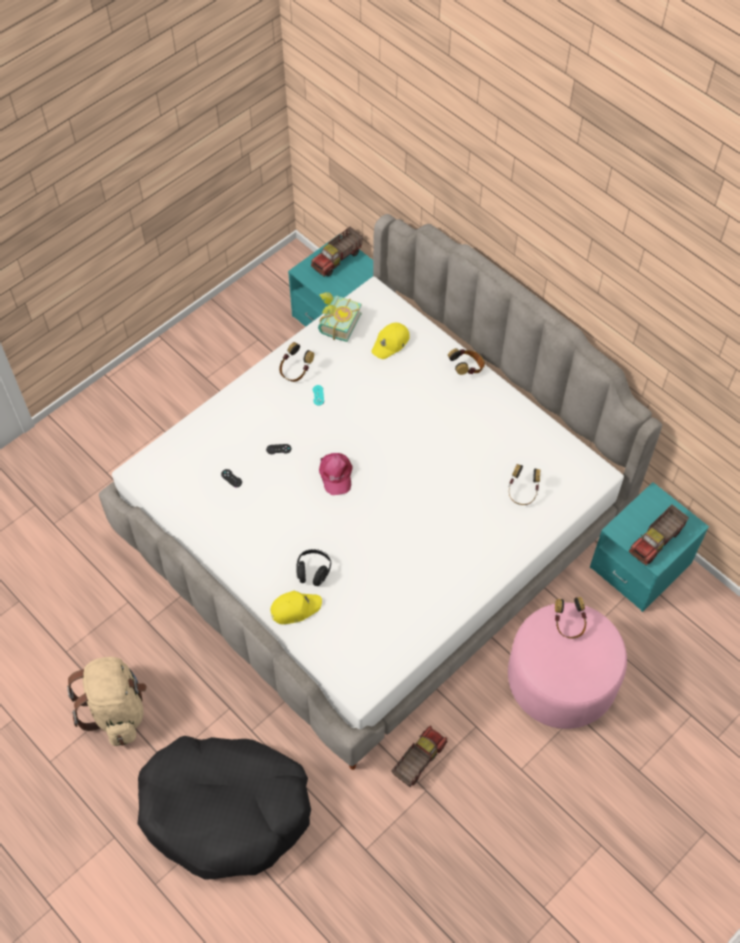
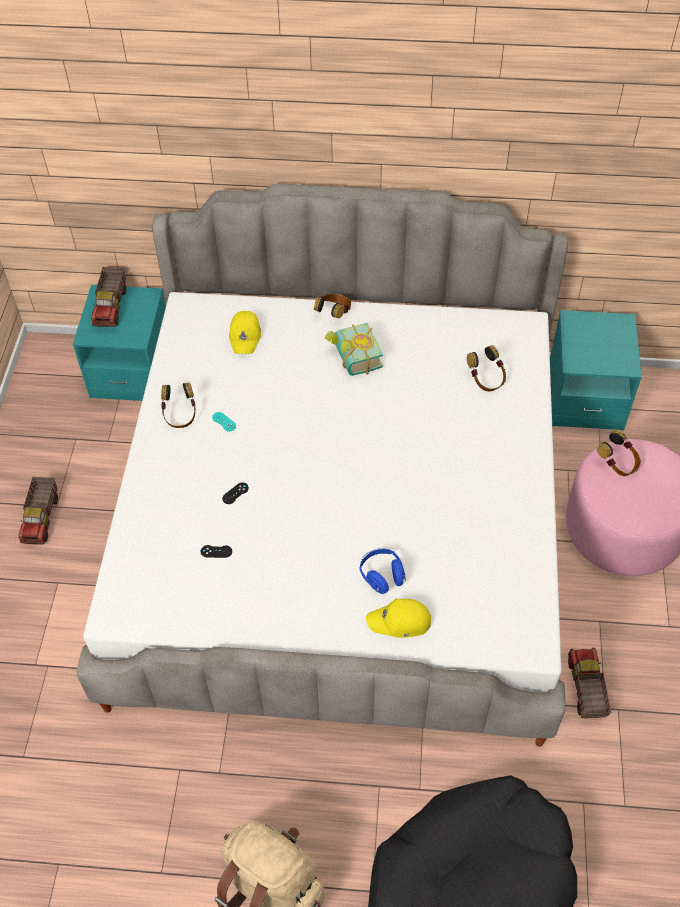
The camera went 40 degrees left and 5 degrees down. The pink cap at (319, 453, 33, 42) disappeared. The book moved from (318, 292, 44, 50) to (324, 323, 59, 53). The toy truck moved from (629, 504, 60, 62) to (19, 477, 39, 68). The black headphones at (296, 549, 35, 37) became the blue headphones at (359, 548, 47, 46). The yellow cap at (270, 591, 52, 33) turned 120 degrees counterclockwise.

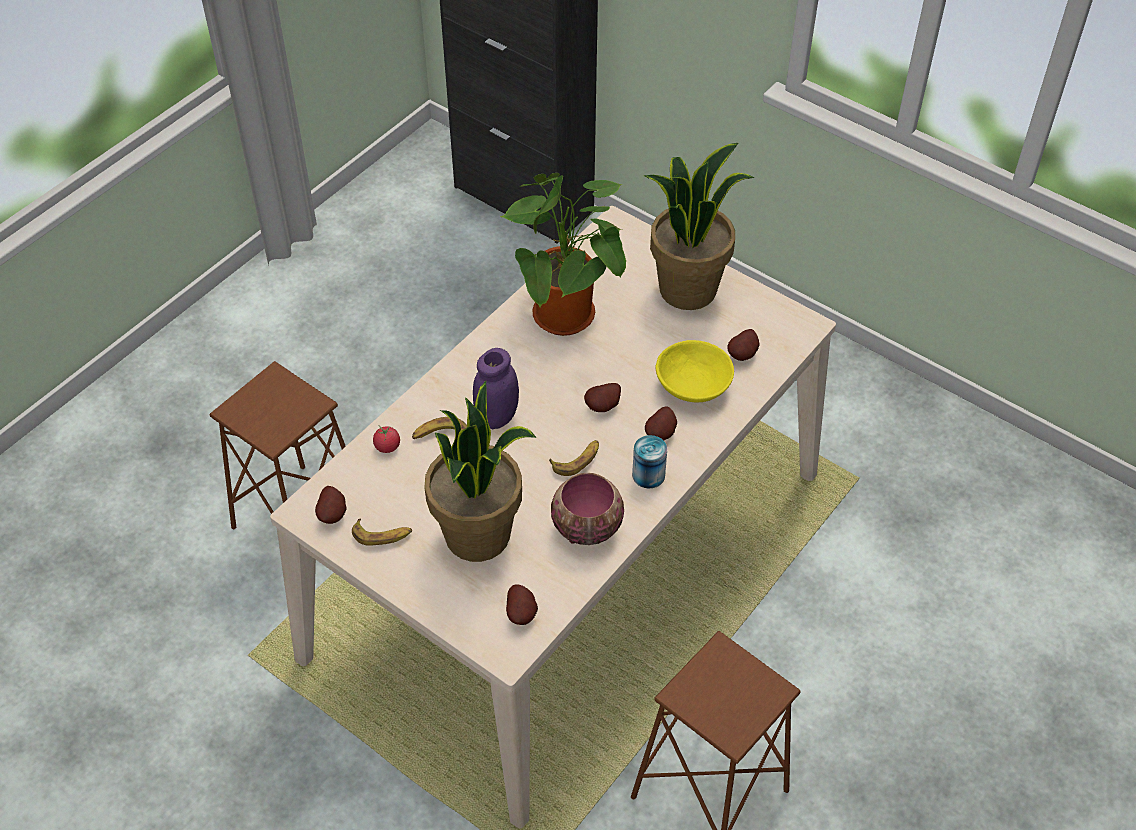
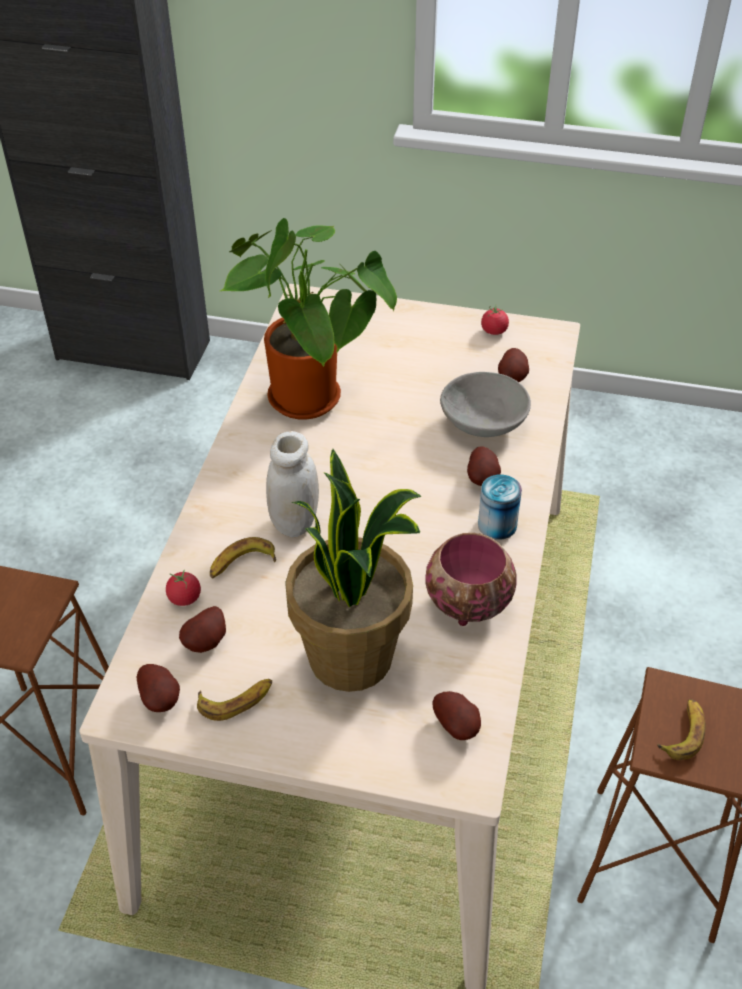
The camera went 25 degrees left and 5 degrees down. The potted plant at (644, 143, 111, 167) disappeared. The tomato at (481, 305, 28, 30) appeared. The banana moved from (549, 440, 50, 36) to (657, 699, 49, 61). The potato moved from (584, 383, 37, 29) to (179, 606, 47, 47). The purple jar at (473, 348, 46, 81) became the white jar at (266, 431, 53, 106). The yellow bowl at (655, 340, 79, 62) became the grey bowl at (440, 372, 91, 65).

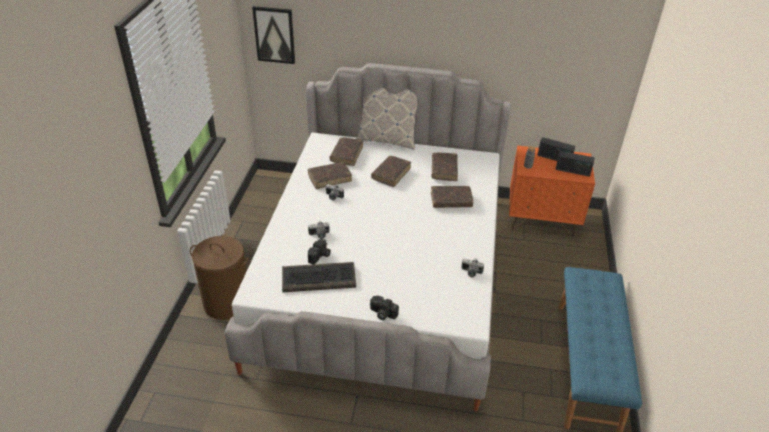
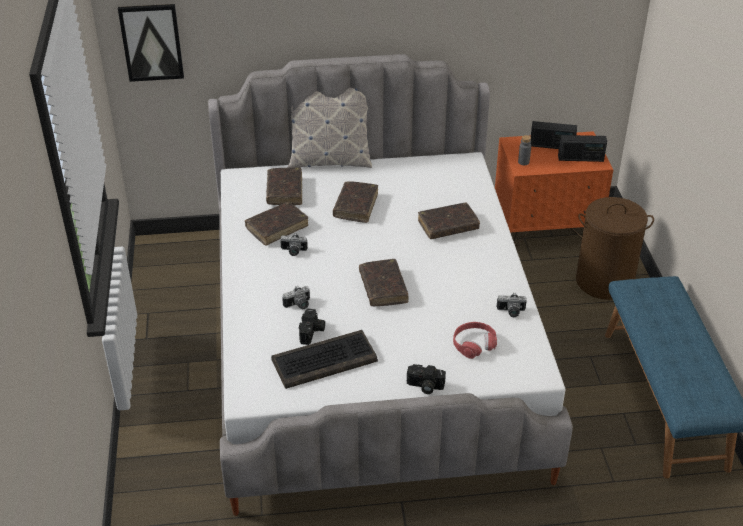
The camera went 15 degrees left and 0 degrees up. The red headphones at (453, 322, 44, 37) appeared. The brown laundry basket moved from (190, 236, 58, 84) to (576, 197, 78, 103). The brown book moved from (431, 152, 27, 29) to (359, 259, 50, 47).

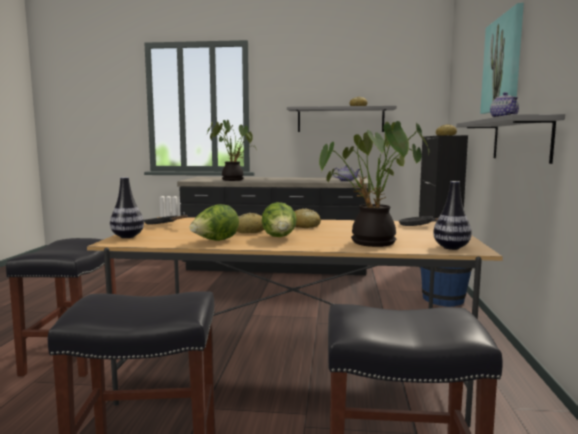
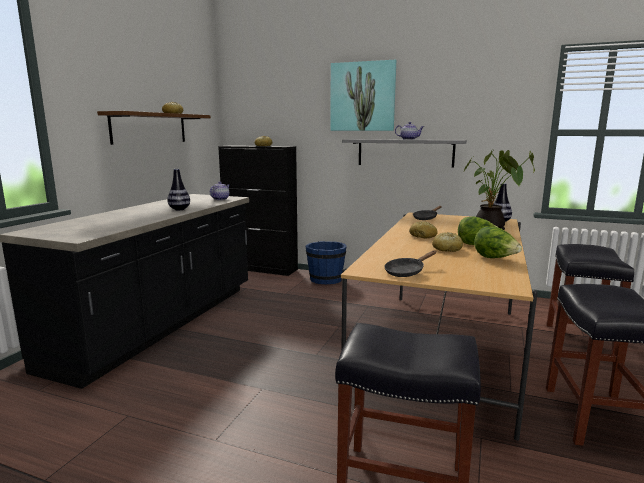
The camera went 75 degrees left and 5 degrees up. The potted plant at (207, 120, 50, 61) disappeared. The vase moved from (110, 177, 34, 61) to (167, 169, 23, 41). The grey shelf at (287, 106, 110, 26) became the brown shelf at (97, 111, 114, 34).

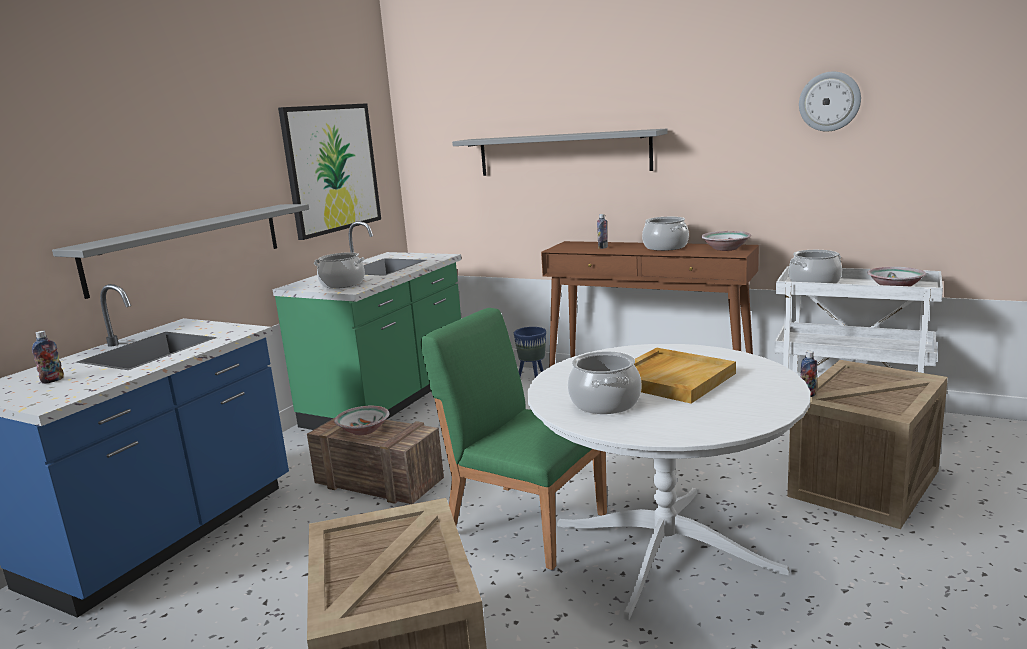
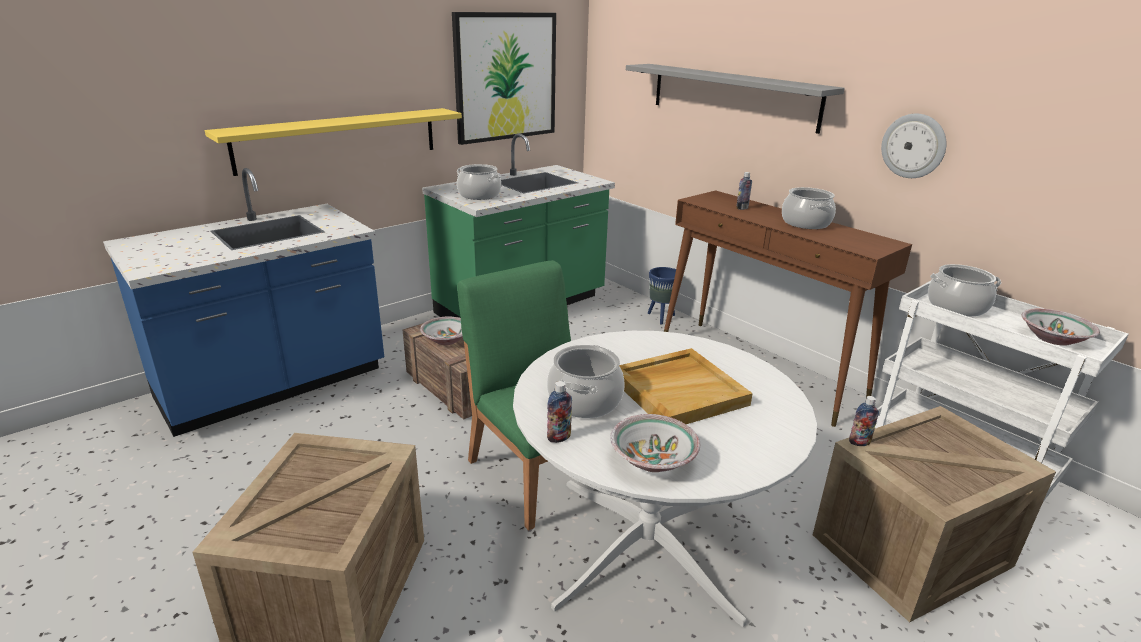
The camera went 20 degrees right and 10 degrees up. The bottle moved from (32, 331, 32, 53) to (547, 381, 25, 62). The bowl moved from (701, 231, 50, 20) to (610, 414, 90, 58). The wall clock moved from (799, 72, 62, 60) to (881, 114, 65, 64). The grey shelf at (52, 204, 257, 95) became the yellow shelf at (205, 108, 257, 68).

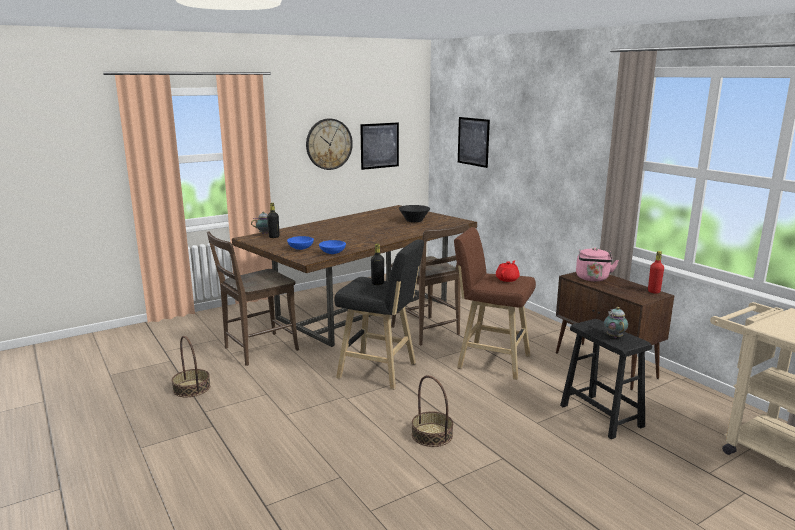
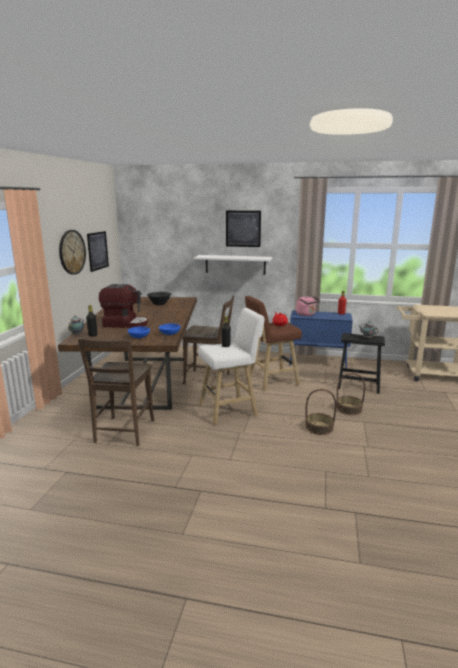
The camera went 45 degrees left and 0 degrees up. The coffee machine at (99, 284, 49, 44) appeared. The white shelf at (194, 255, 79, 20) appeared. The basket moved from (172, 336, 39, 61) to (336, 373, 29, 42). The picture moved from (458, 117, 32, 51) to (226, 211, 35, 36). The black stool at (334, 239, 90, 151) became the white stool at (198, 308, 67, 117). The brown cabinet at (556, 272, 118, 118) became the blue cabinet at (289, 310, 64, 58).

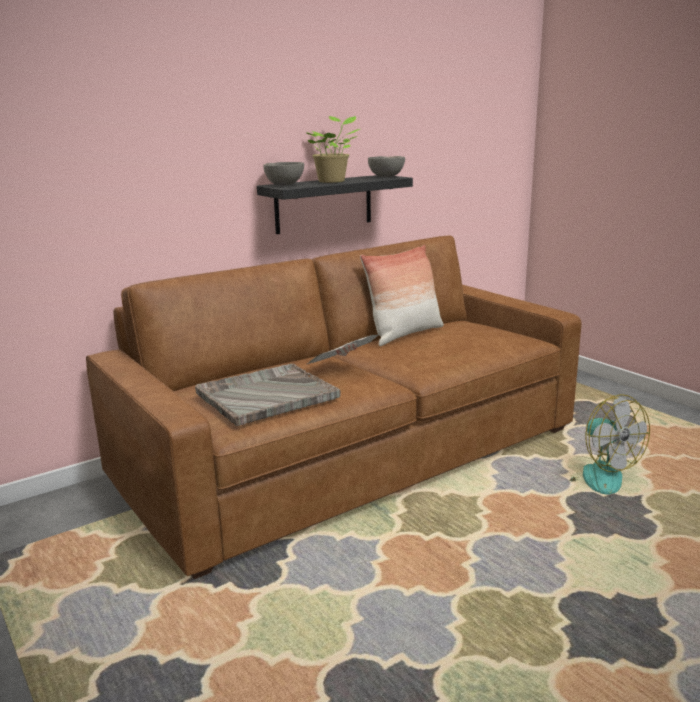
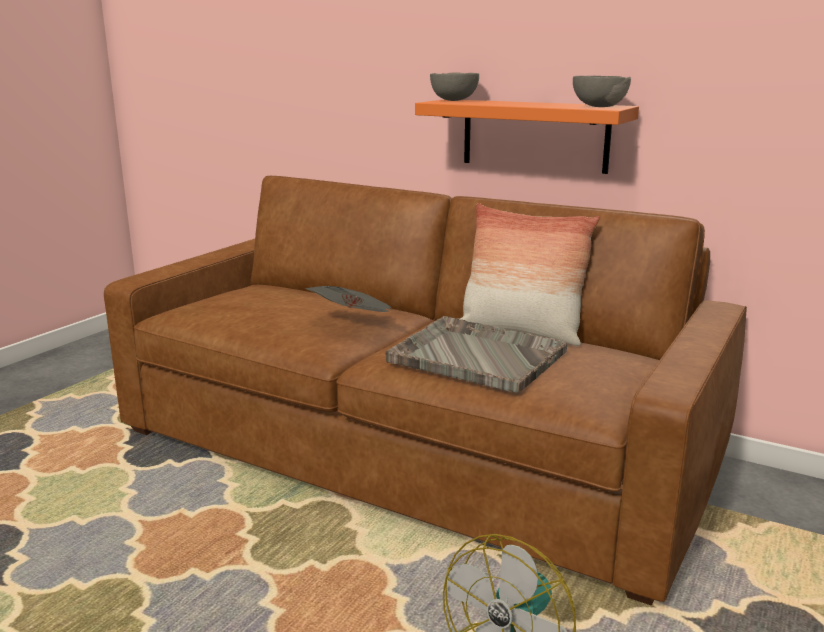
The camera went 65 degrees right and 0 degrees up. The potted plant at (307, 116, 53, 67) disappeared. The grey tray moved from (195, 364, 145, 62) to (385, 316, 183, 77). The black shelf at (257, 175, 156, 59) became the orange shelf at (415, 100, 224, 74).

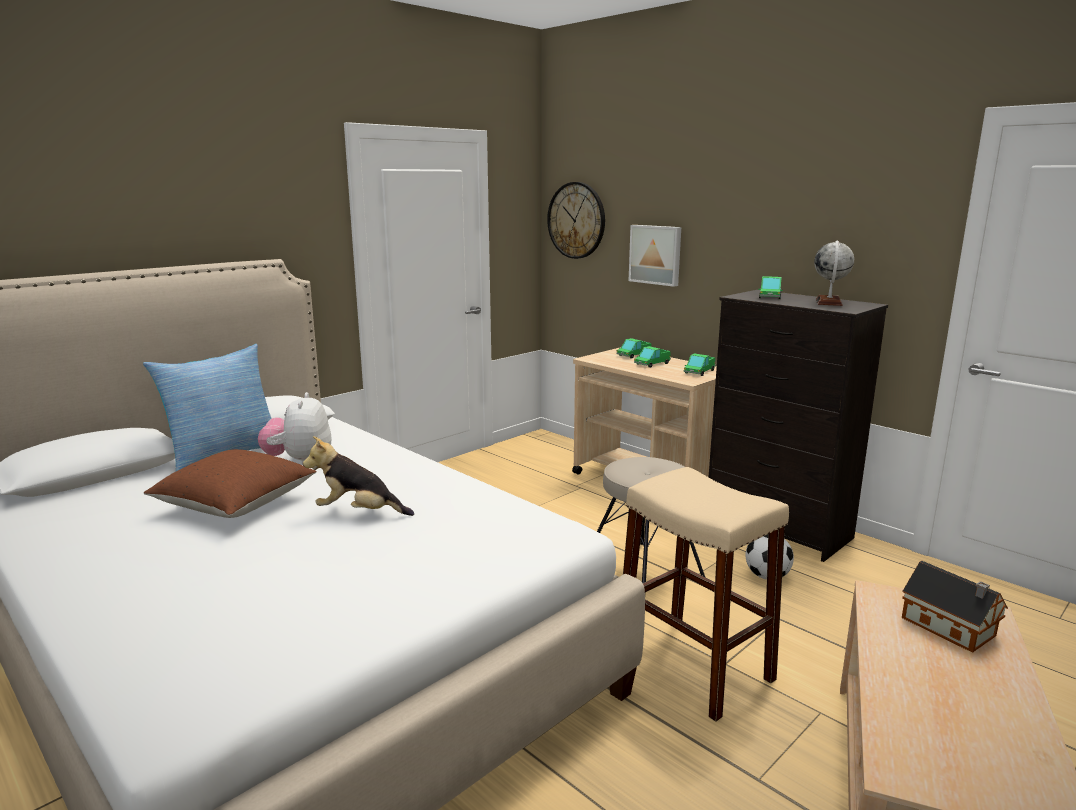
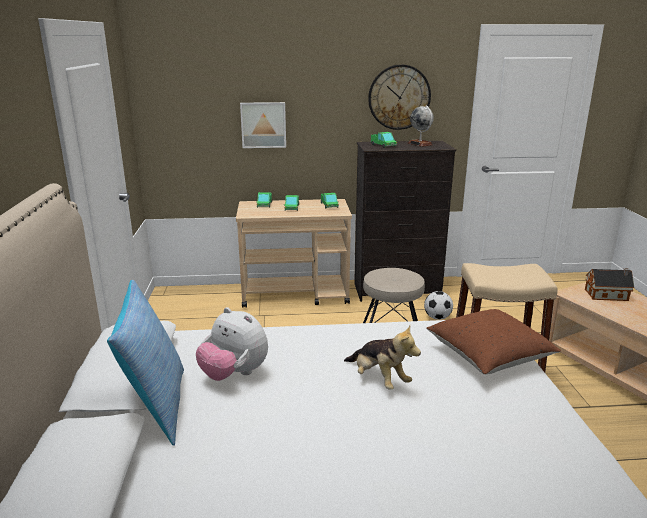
The camera went 50 degrees left and 5 degrees up. The brown pillow moved from (144, 449, 173, 69) to (426, 309, 135, 66). The wall clock moved from (547, 182, 58, 77) to (368, 64, 63, 66). The plush toy at (303, 436, 111, 80) turned 90 degrees counterclockwise.

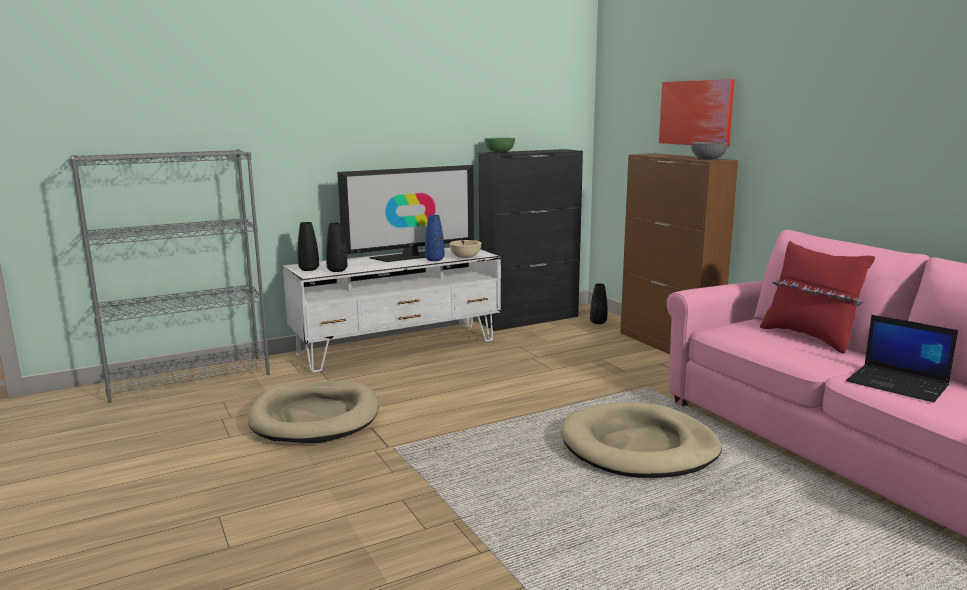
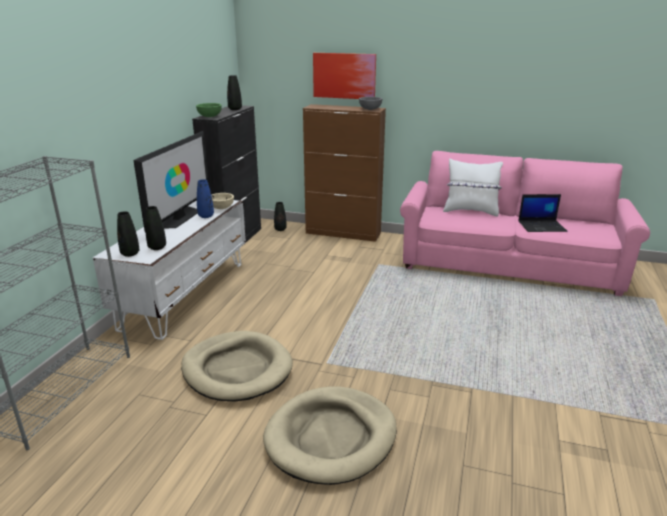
The camera went 45 degrees left and 10 degrees up. The black vase at (227, 75, 15, 35) appeared. The beige dog bed moved from (561, 402, 161, 76) to (263, 386, 134, 99). The red pillow at (760, 241, 115, 113) became the white pillow at (443, 159, 60, 58).

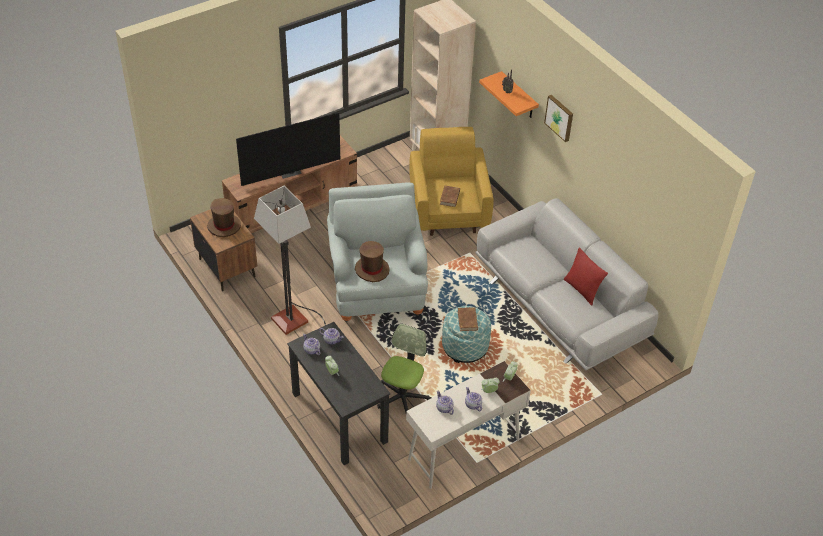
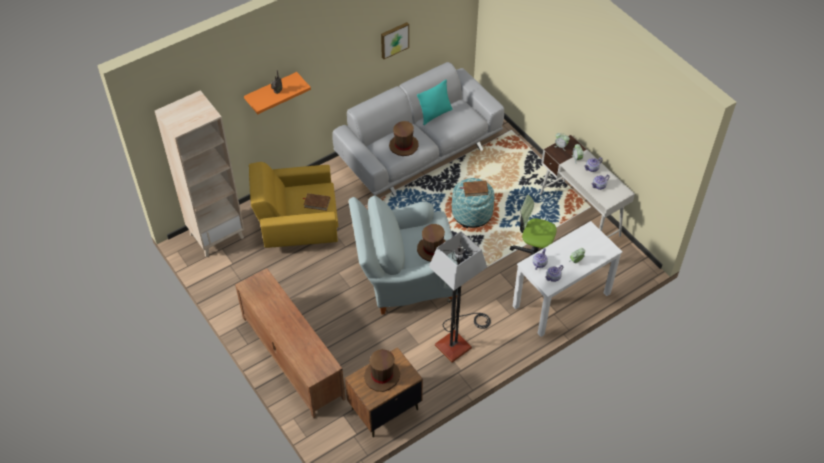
The camera went 90 degrees left and 5 degrees up. The television at (236, 112, 104, 74) disappeared. The brown hat at (389, 121, 30, 35) appeared. The picture moved from (544, 95, 29, 47) to (381, 22, 28, 37). The black desk at (287, 322, 103, 143) became the white desk at (513, 221, 109, 116). The red pillow at (564, 247, 44, 59) became the turquoise pillow at (417, 79, 36, 46).

